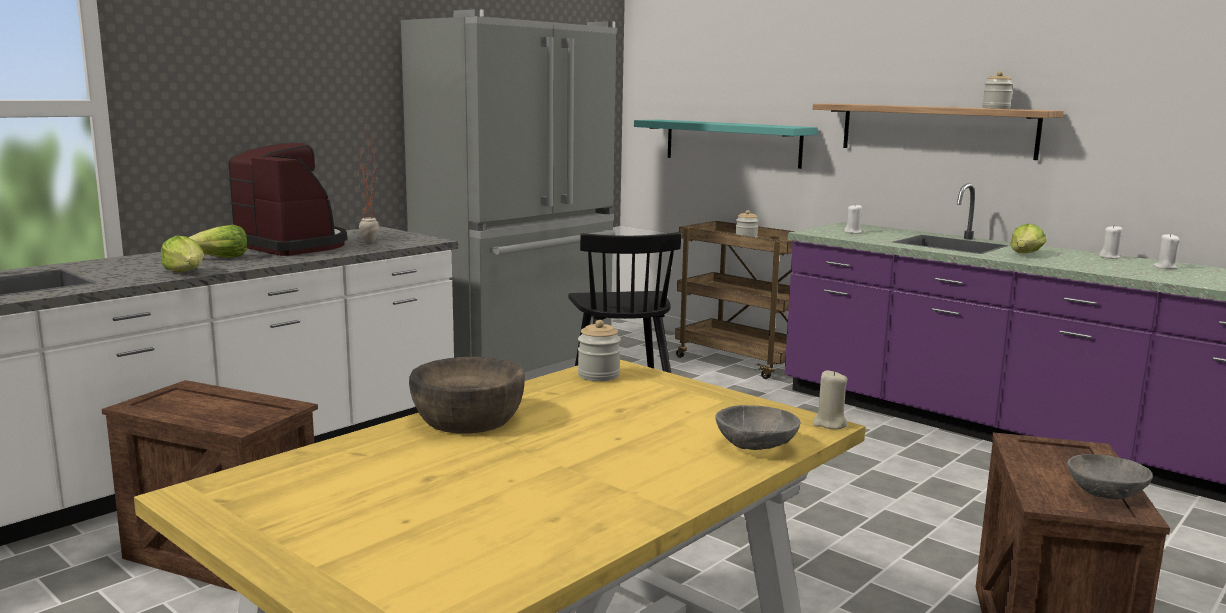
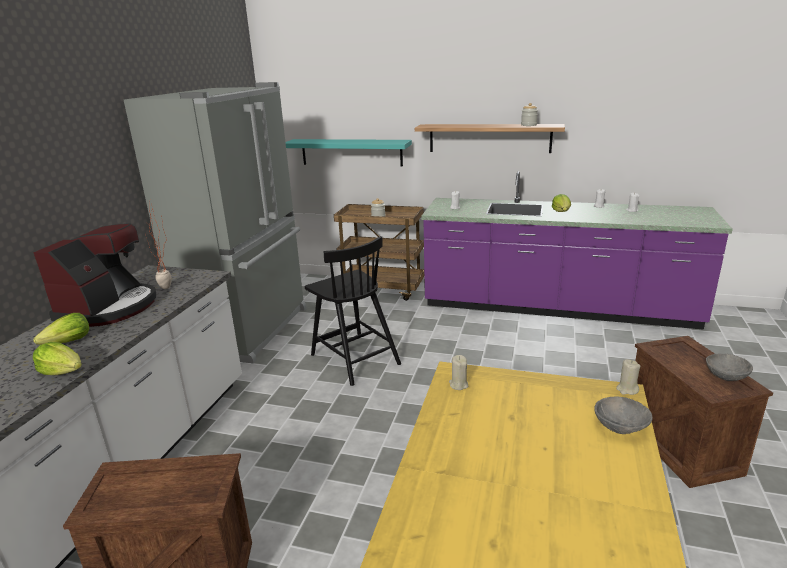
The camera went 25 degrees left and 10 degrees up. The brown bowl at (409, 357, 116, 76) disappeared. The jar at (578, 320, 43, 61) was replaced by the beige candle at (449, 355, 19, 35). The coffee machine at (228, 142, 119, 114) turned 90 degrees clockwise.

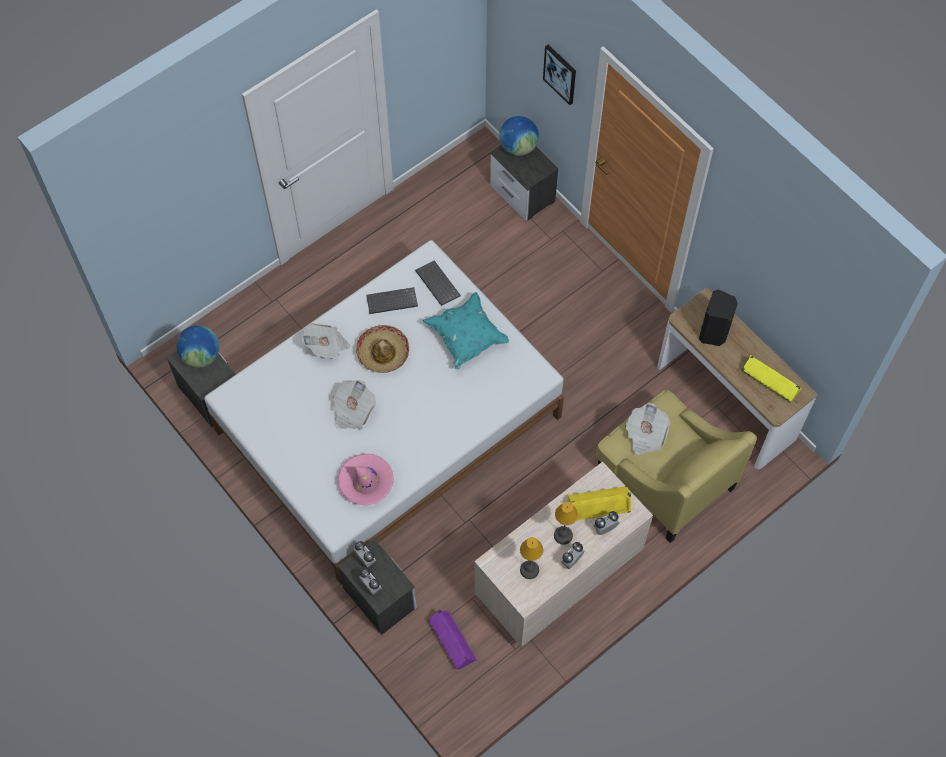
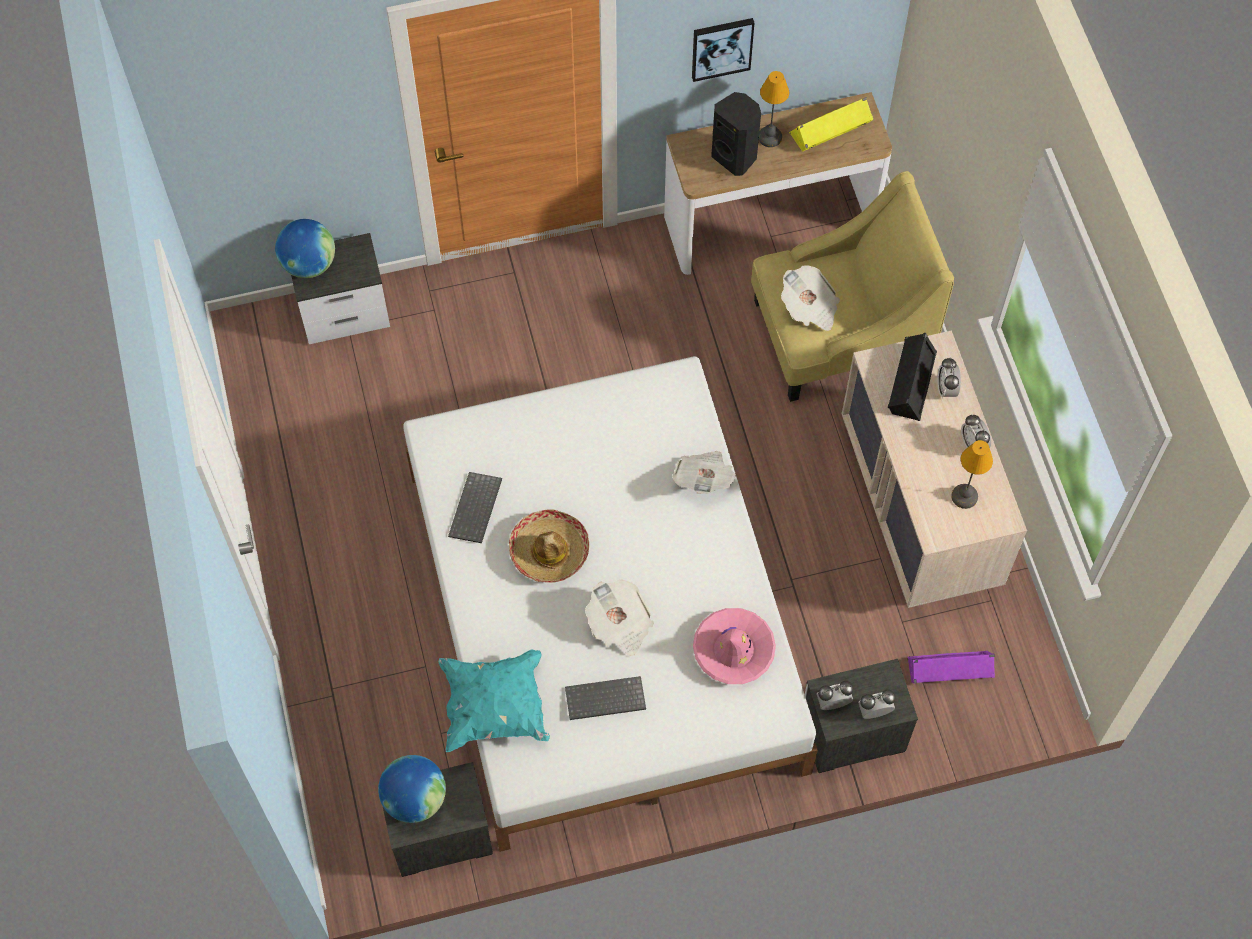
The camera went 65 degrees left and 0 degrees up. The newspaper moved from (301, 323, 49, 36) to (672, 451, 65, 43). The keyboard moved from (415, 260, 46, 46) to (565, 676, 81, 44). The turquoise pillow moved from (423, 292, 86, 77) to (439, 649, 111, 103). The picture moved from (543, 45, 33, 60) to (692, 18, 62, 64). The table lamp moved from (554, 502, 24, 43) to (759, 71, 30, 76). The yellow speaker at (568, 486, 63, 35) became the black speaker at (888, 333, 49, 88).

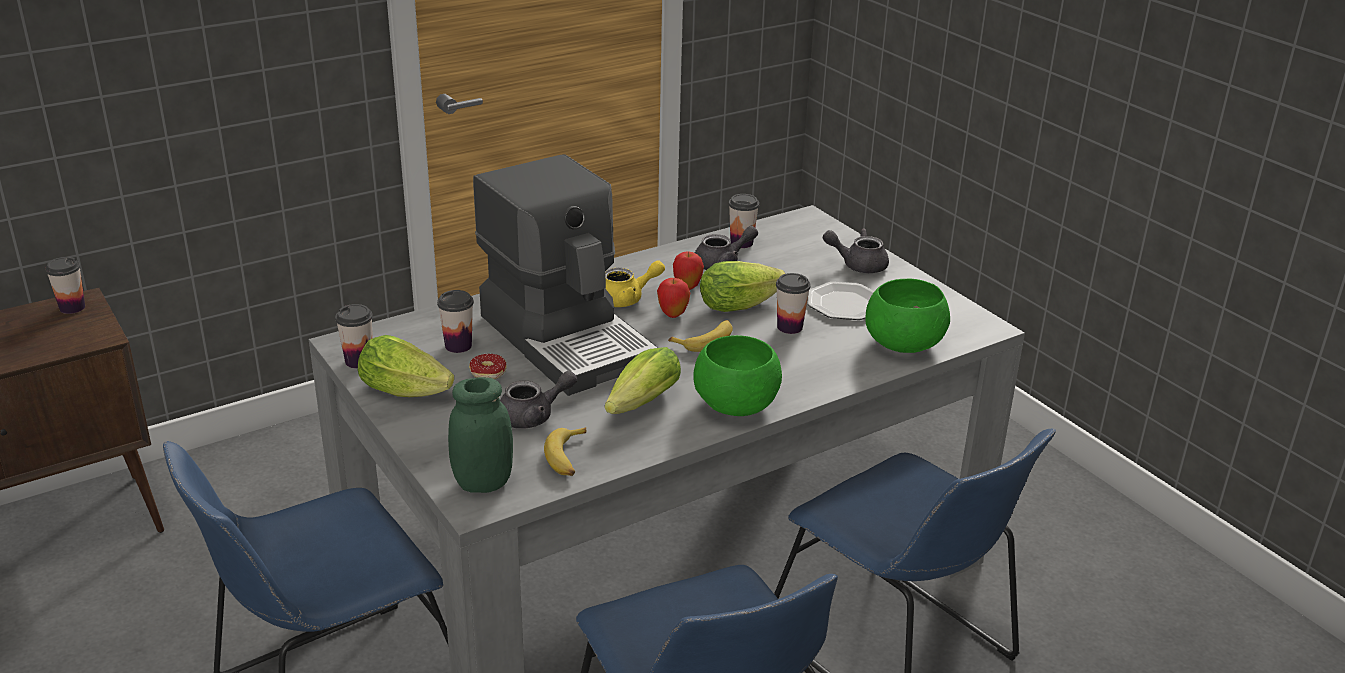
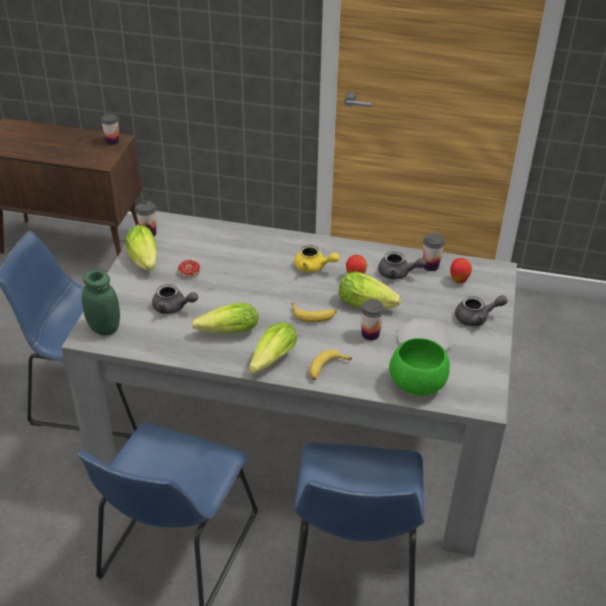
The camera went 45 degrees right and 10 degrees up. The cup at (437, 290, 37, 63) disappeared. The coffee machine at (473, 154, 185, 242) disappeared. The banana moved from (544, 427, 42, 49) to (309, 350, 43, 30). The apple moved from (657, 278, 33, 40) to (450, 258, 22, 26). The green bowl at (693, 335, 89, 81) was replaced by the lettuce at (249, 323, 48, 50). The grey teapot at (823, 228, 66, 45) turned 120 degrees clockwise.

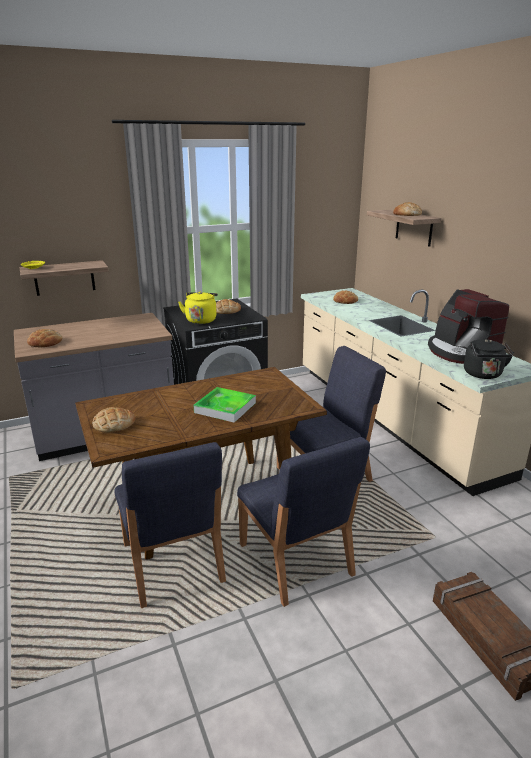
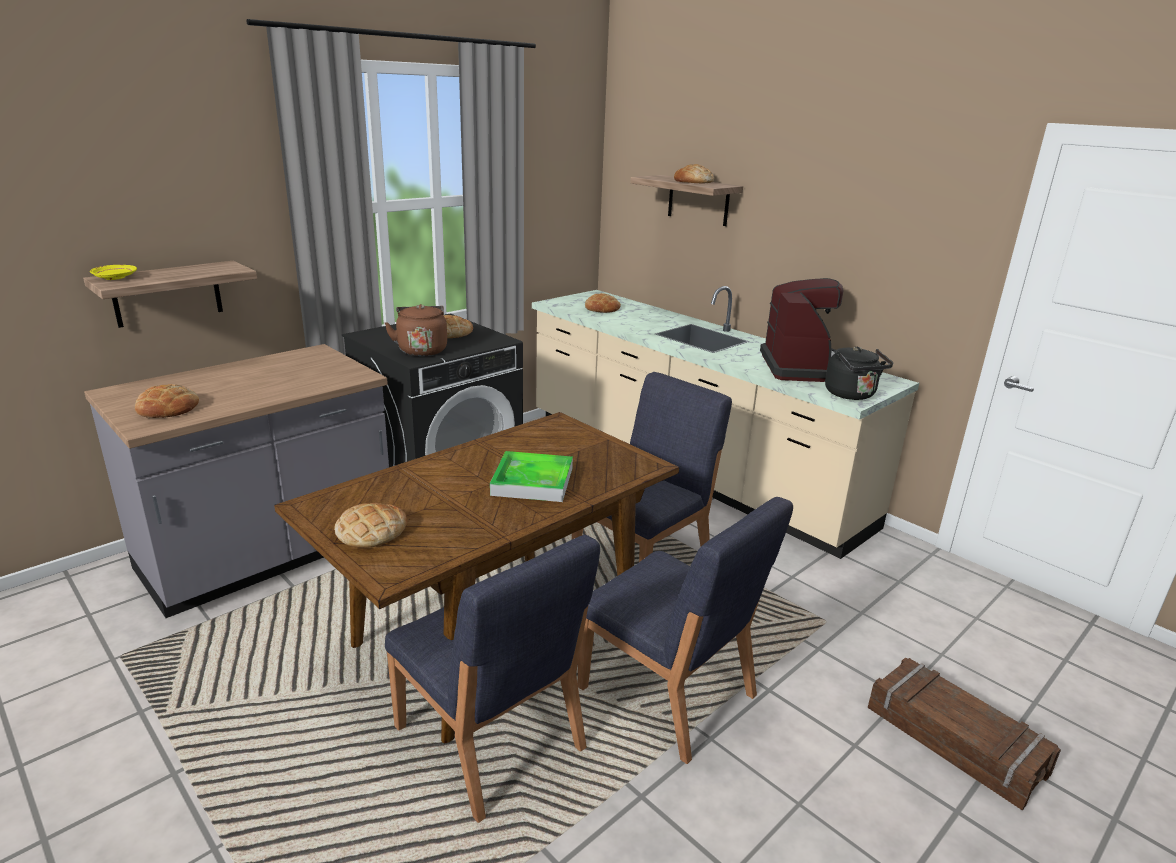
The camera went 20 degrees left and 0 degrees up. The yellow kettle at (178, 291, 40, 33) became the brown kettle at (385, 304, 62, 52). The coffee machine at (428, 289, 81, 75) turned 135 degrees counterclockwise.

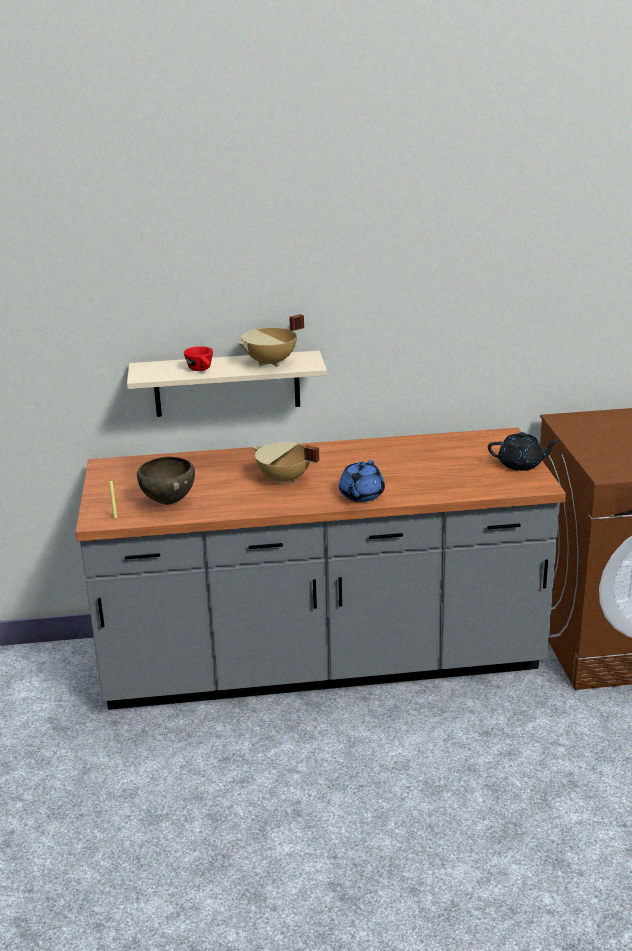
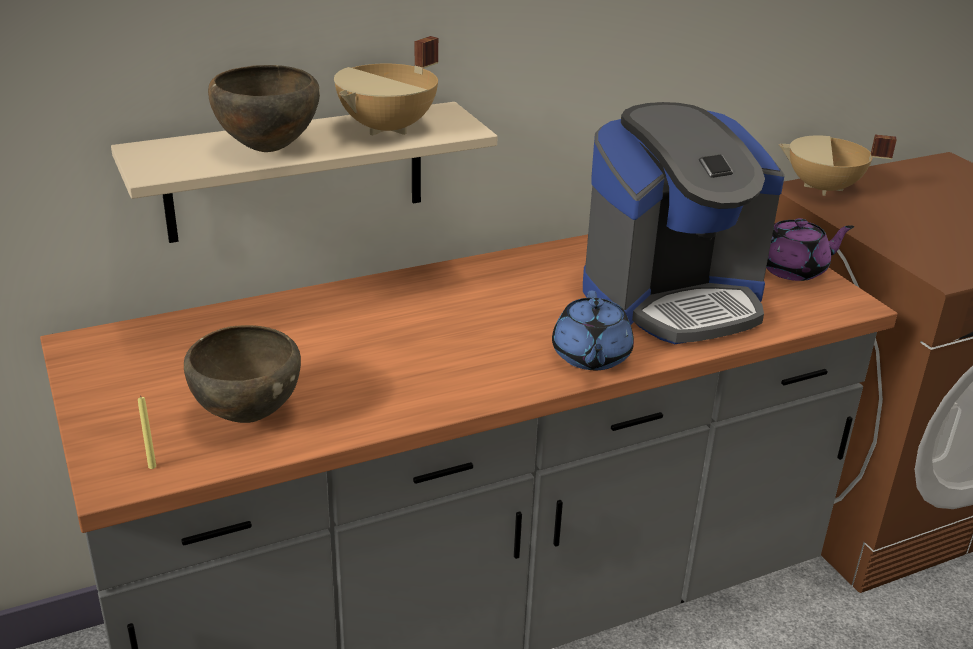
The camera went 20 degrees left and 5 degrees up. The coffee machine at (583, 102, 202, 242) appeared. The beige cooking pot moved from (253, 442, 67, 43) to (779, 134, 118, 62). The red cup at (184, 346, 29, 25) was replaced by the brown bowl at (208, 65, 112, 87). The black teapot at (488, 432, 72, 39) became the purple teapot at (766, 218, 88, 63).

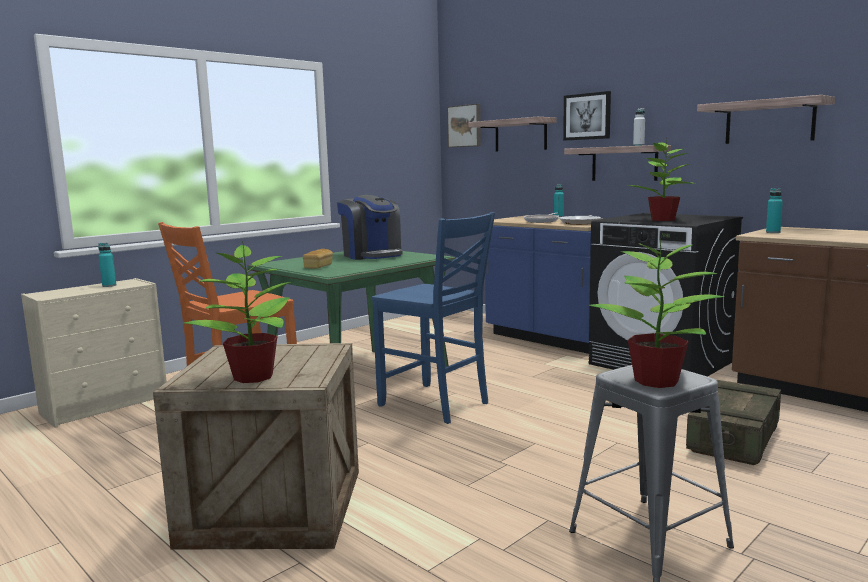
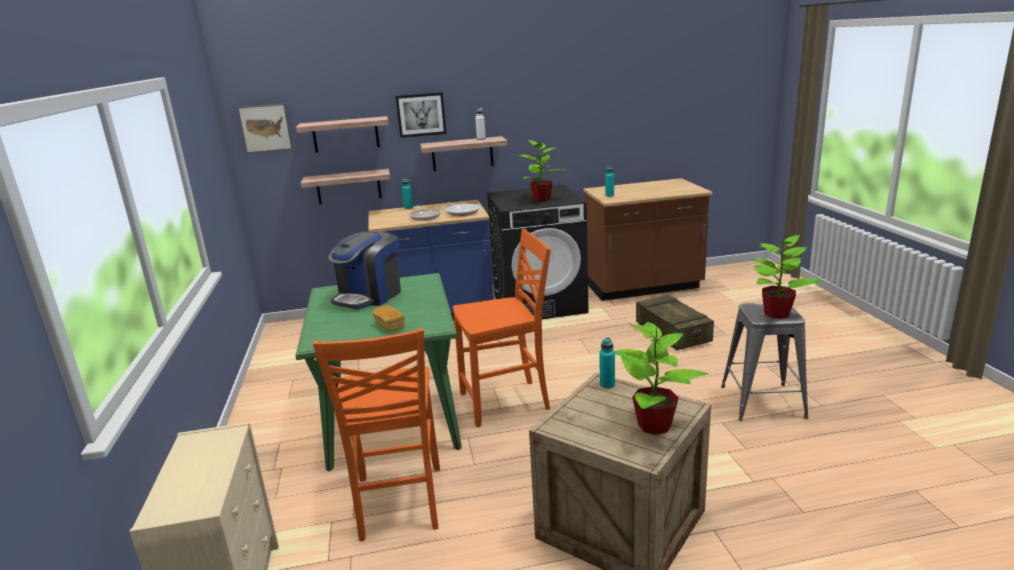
The camera went 55 degrees left and 10 degrees up. The turquoise bottle moved from (98, 243, 18, 44) to (599, 337, 16, 52). The shelf moved from (697, 95, 138, 49) to (301, 169, 89, 35). The blue chair at (372, 212, 123, 212) became the orange chair at (453, 229, 98, 198). The coffee machine at (337, 195, 66, 65) turned 120 degrees clockwise.

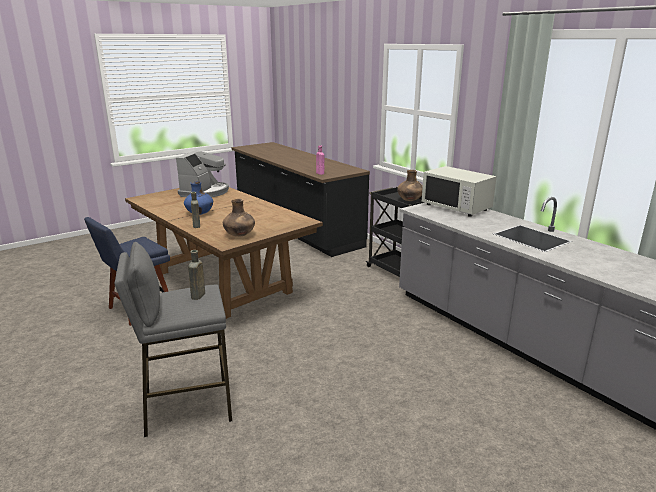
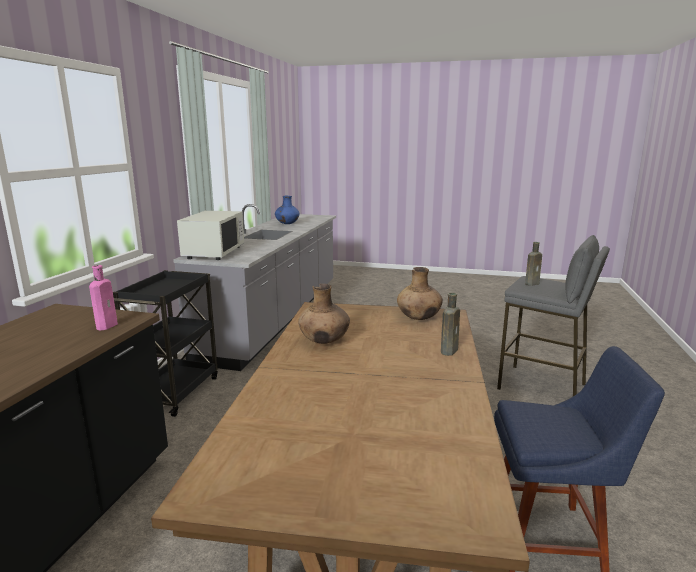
The camera went 130 degrees left and 5 degrees down. The coffee machine at (176, 150, 53, 47) disappeared. The blue vase moved from (184, 181, 29, 34) to (275, 196, 25, 28). The brown vase moved from (397, 170, 26, 31) to (298, 284, 52, 60).

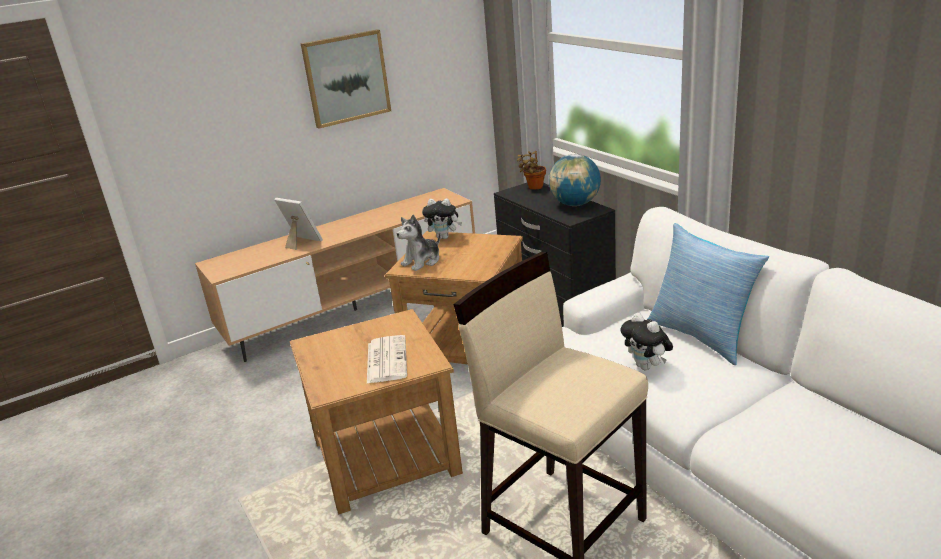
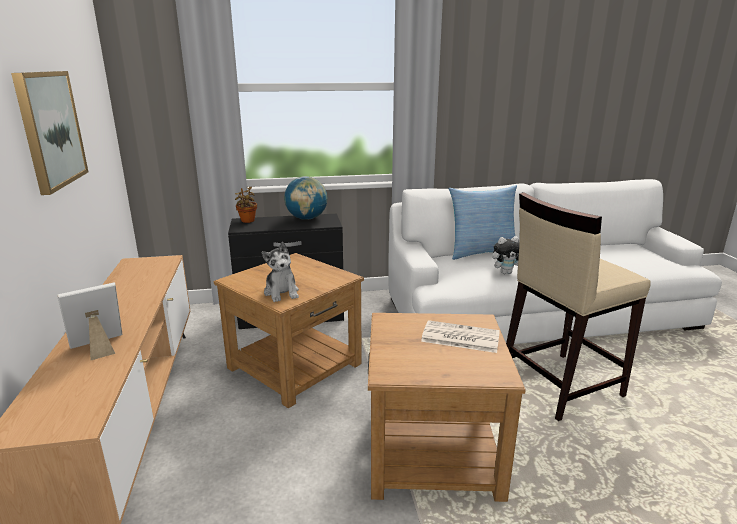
The camera went 70 degrees left and 5 degrees down. The plush toy at (422, 199, 40, 40) disappeared.

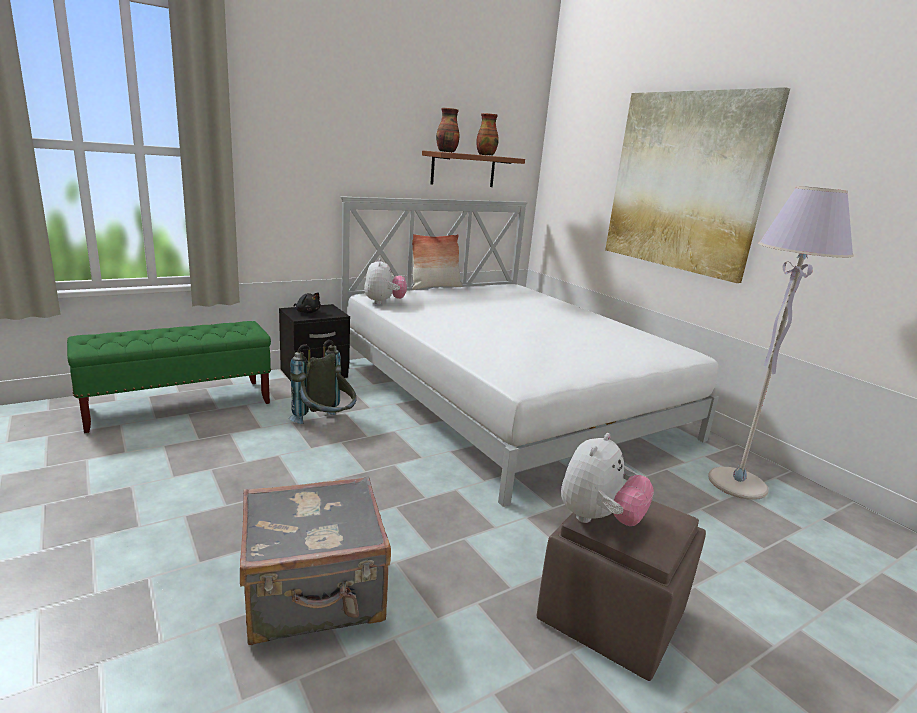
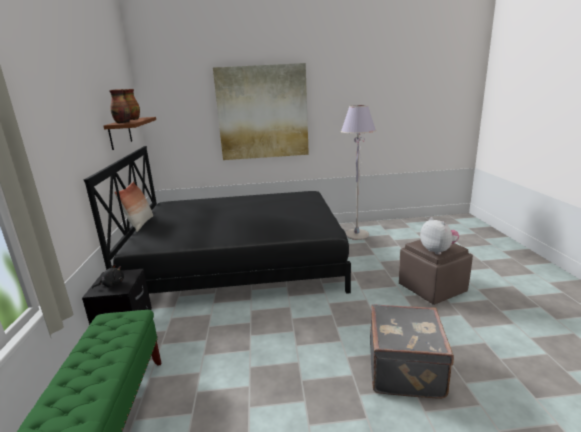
The camera went 60 degrees left and 0 degrees up. The grey backpack at (289, 340, 68, 84) disappeared. The plush toy at (364, 258, 43, 46) disappeared. The white bed at (341, 196, 378, 311) became the black bed at (84, 146, 267, 148).

